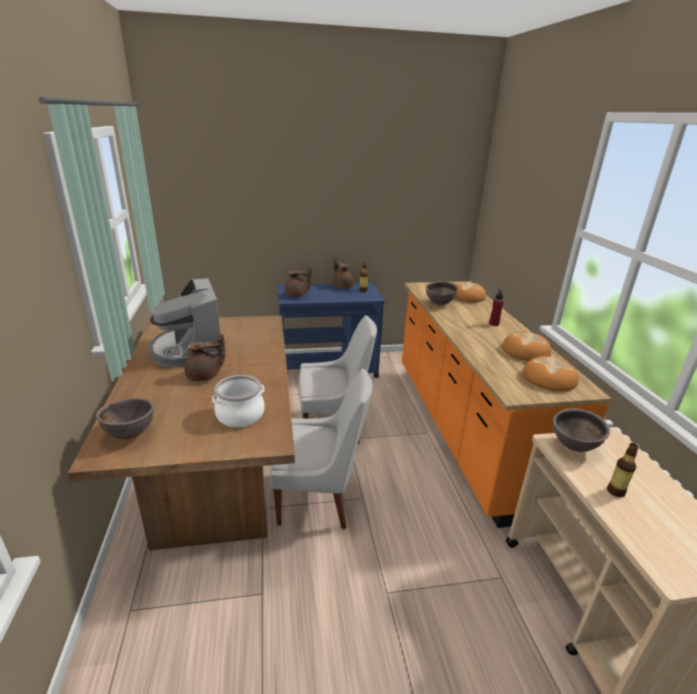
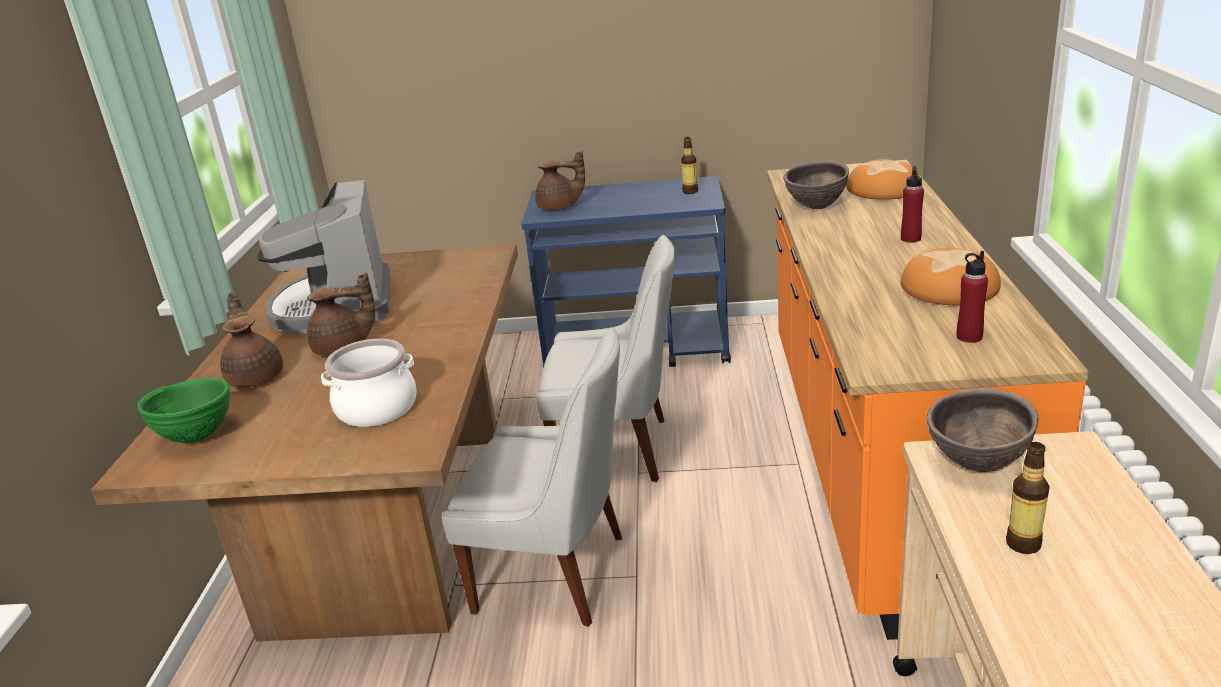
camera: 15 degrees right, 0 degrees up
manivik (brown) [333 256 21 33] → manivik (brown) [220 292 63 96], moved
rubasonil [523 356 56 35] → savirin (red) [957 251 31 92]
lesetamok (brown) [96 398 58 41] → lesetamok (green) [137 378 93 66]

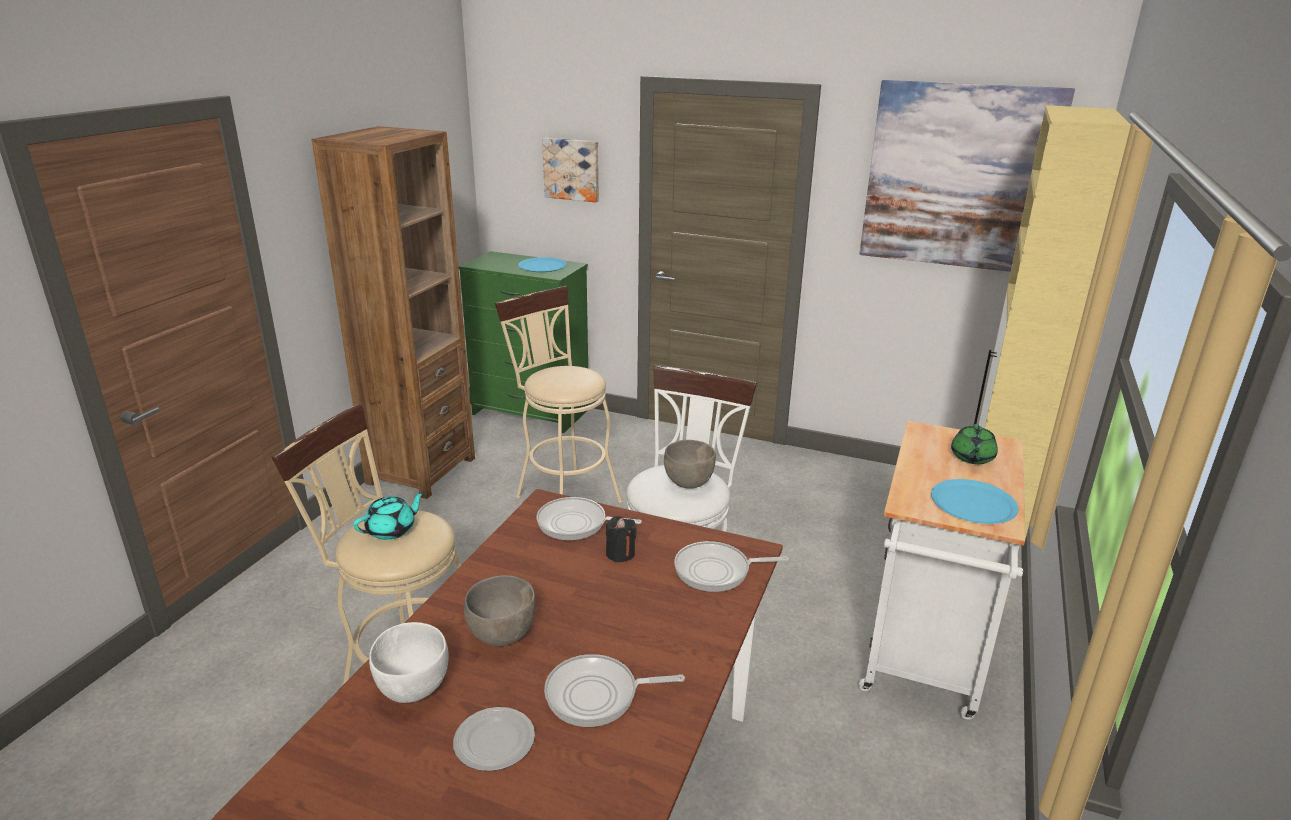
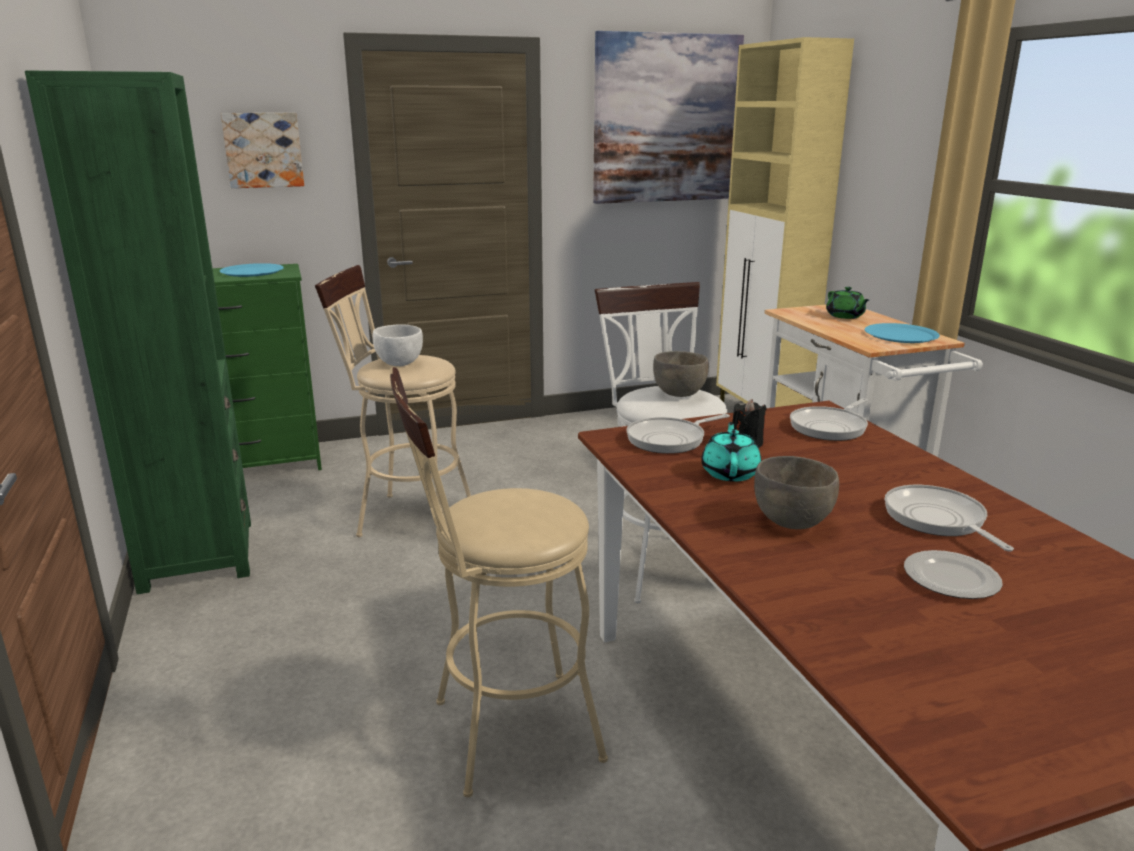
camera: 40 degrees left, 5 degrees down
manivik (turquoise) [353 492 72 48] → manivik (turquoise) [701 422 61 60], moved
lesetamok (white) [369 622 80 81] → lesetamok (white) [373 324 50 42], moved
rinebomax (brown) [312 126 163 373] → rinebomax (green) [25 71 226 523]
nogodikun [544 654 141 73] → nogodikun [885 485 129 66], 120 degrees clockwise

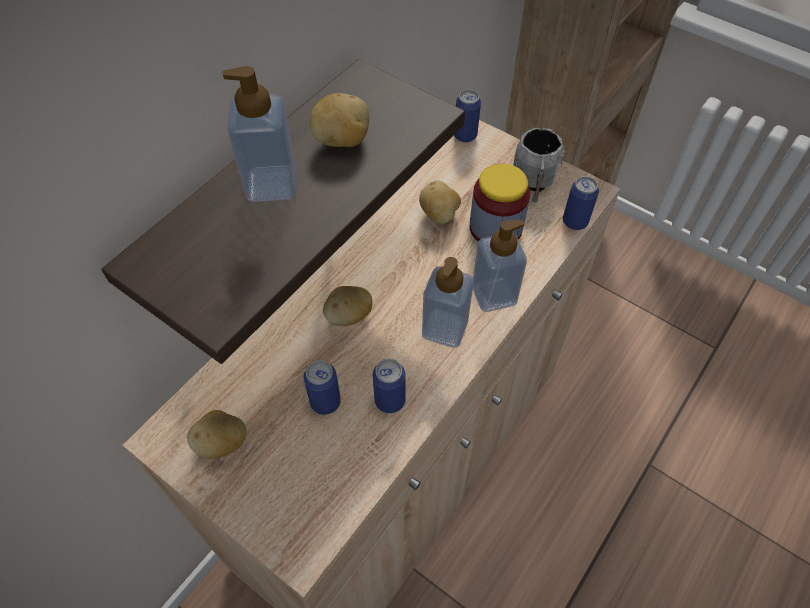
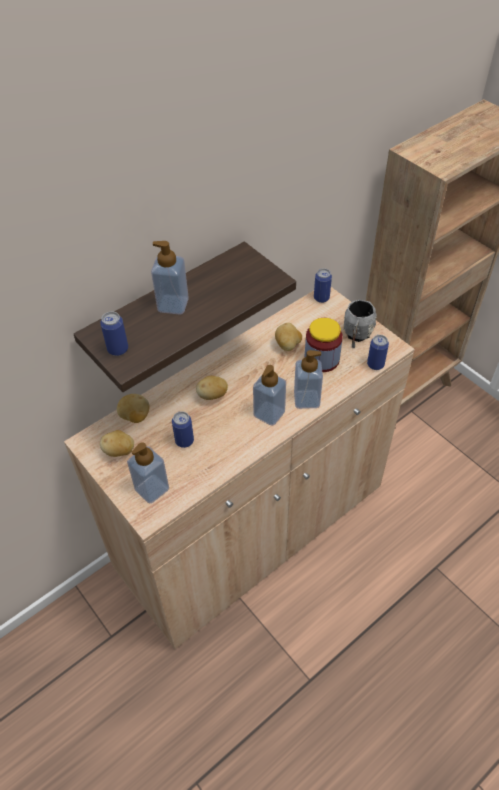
camera: 15 degrees right, 5 degrees down
- → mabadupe [127 442 42 61]
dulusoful [310 93 59 54] → dulusoful [117 394 32 29], moved
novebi [373 359 32 54] → novebi [100 312 28 44], moved

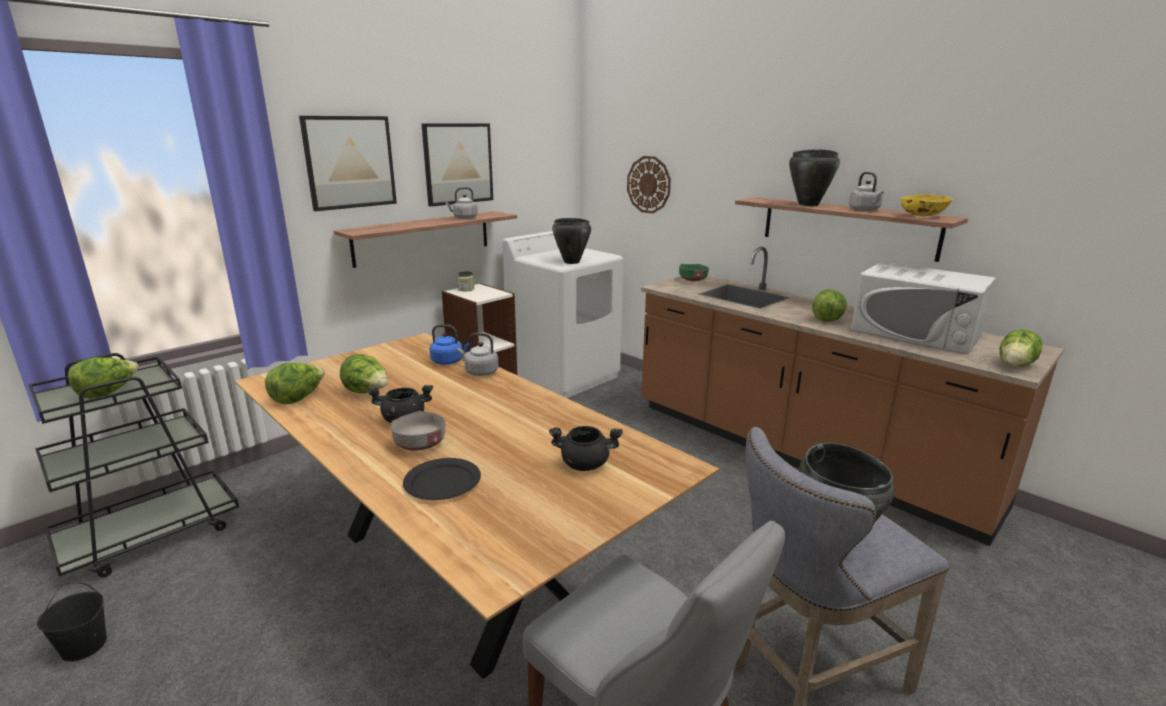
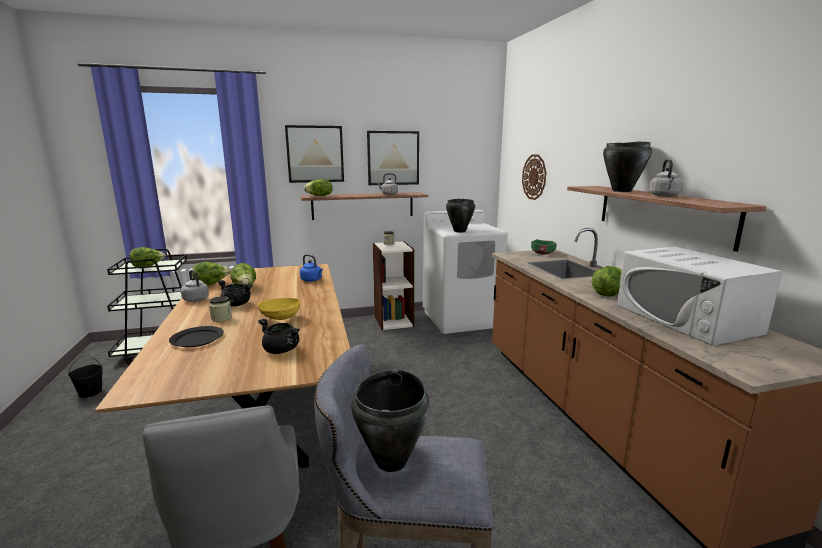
camera: 30 degrees right, 5 degrees down
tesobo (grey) [458 333 41 43] → tesobo (grey) [181 270 28 32], moved
lesetamok (yellow) [901 194 52 22] → lesetamok (yellow) [258 298 42 22], moved
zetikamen [999 329 44 37] → zetikamen [304 179 29 17], moved
lesetamok (grey) [391 411 54 40] → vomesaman [209 296 23 26]

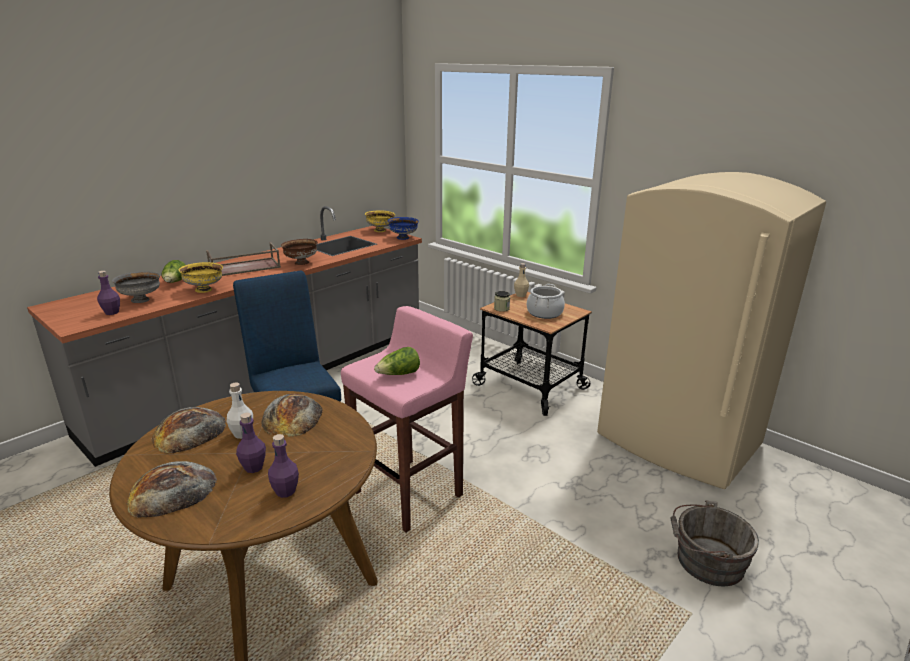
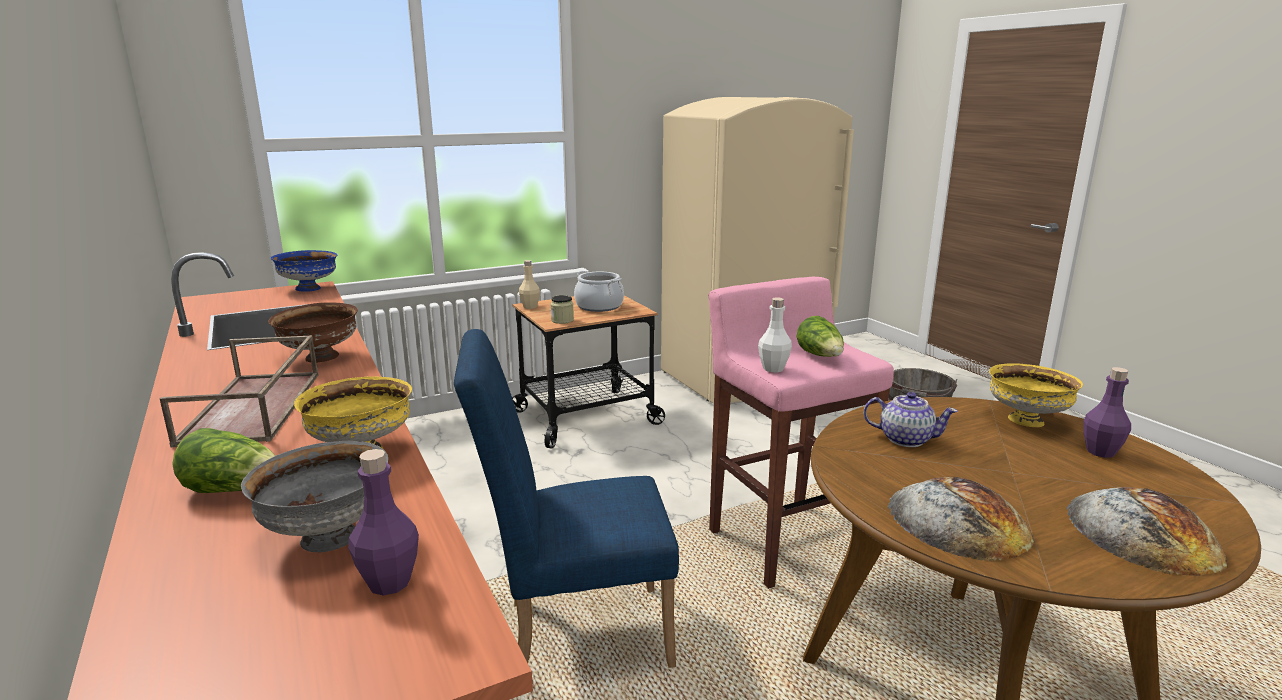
camera: 70 degrees left, 5 degrees down
savirin (purple) [236 412 30 61] → -
savirin (white) [227 382 26 57] → savirin (white) [758 298 34 74], moved
lesetamok (yellow) [365 211 30 21] → lesetamok (yellow) [989 364 94 63], moved
rubasonil [261 394 62 43] → manivik [863 392 95 55]

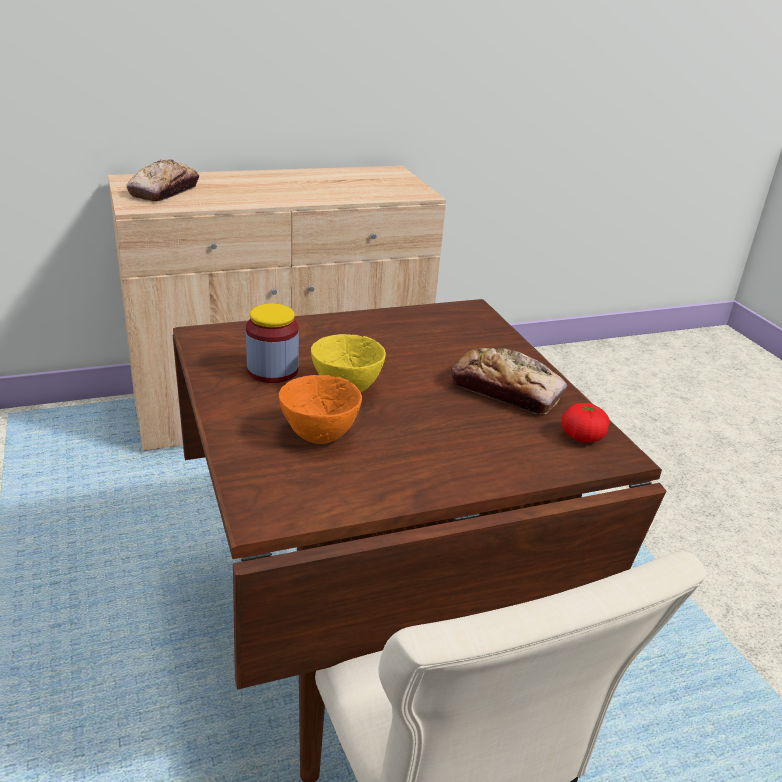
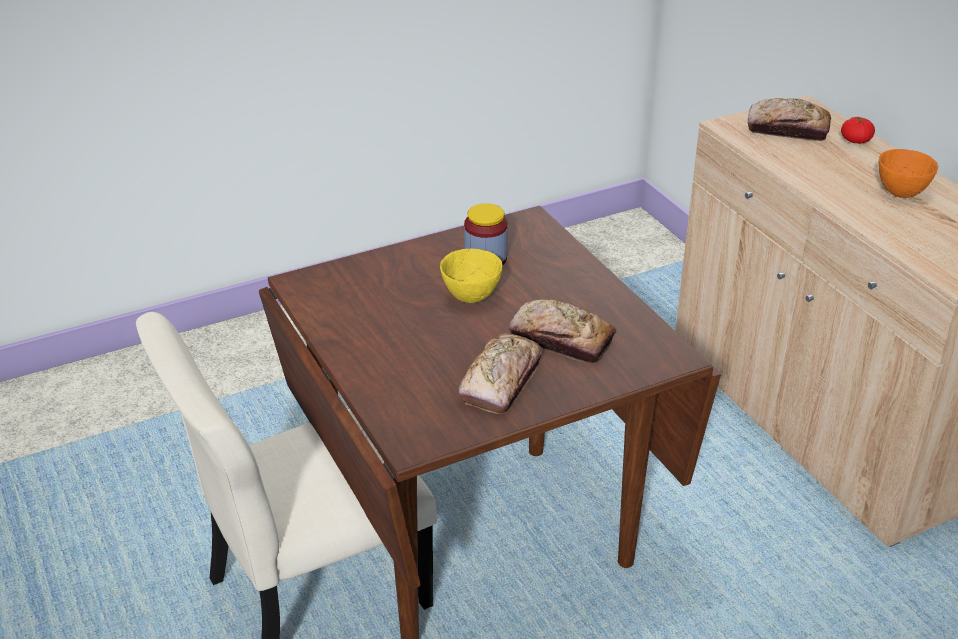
camera: 85 degrees right, 5 degrees up
- → rubasonil [509 299 107 64]
lesetamok (orange) [279 375 83 69] → lesetamok (orange) [879 149 59 49], moved
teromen [562 403 47 40] → teromen [841 117 34 27], moved

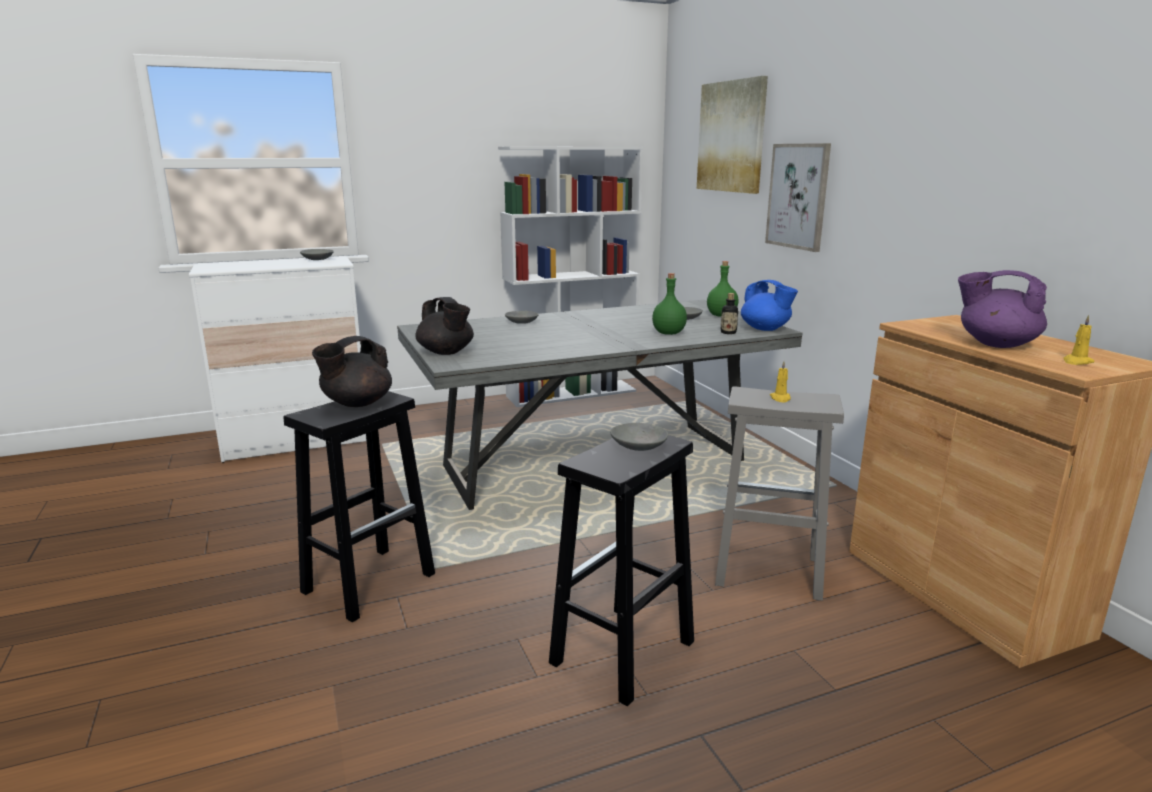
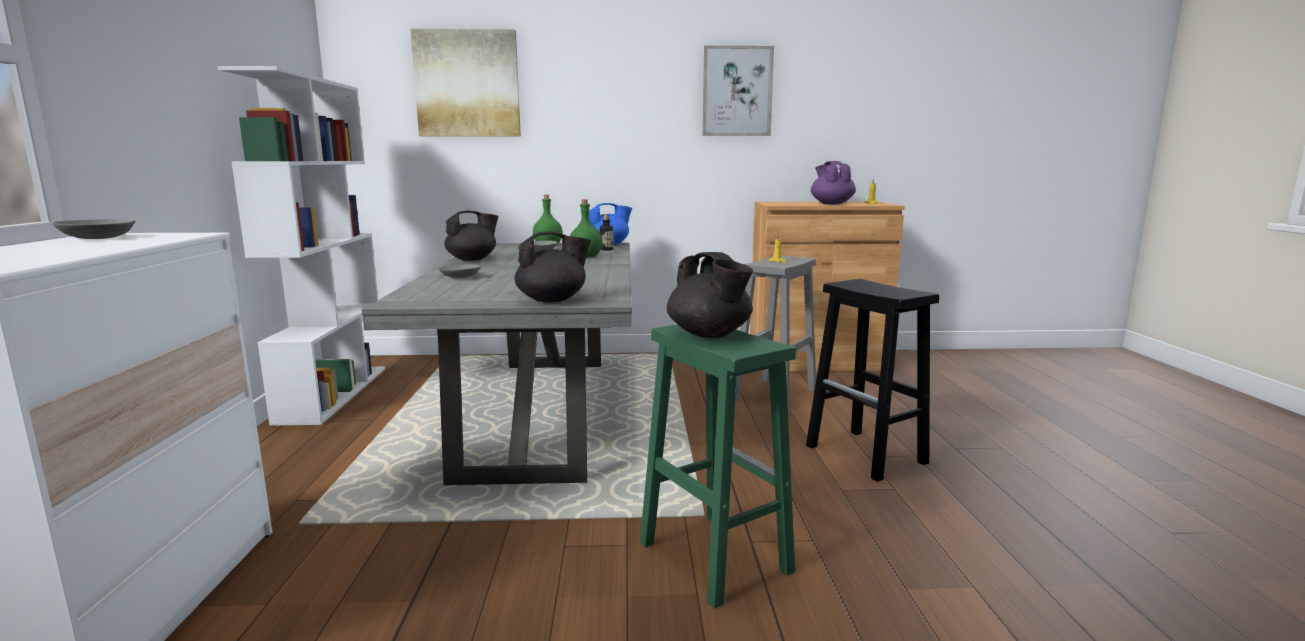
camera: 70 degrees left, 5 degrees down
lesetamok (grey) [610 423 58 28] → -
- → manivik (black) [444 211 54 50]
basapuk [765 143 66 109] → basapuk [703 46 71 90], moved
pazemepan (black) [283 391 152 231] → pazemepan (green) [640 324 156 285]
manivik (purple) [958 270 89 78] → manivik (purple) [811 161 45 44], 120 degrees clockwise

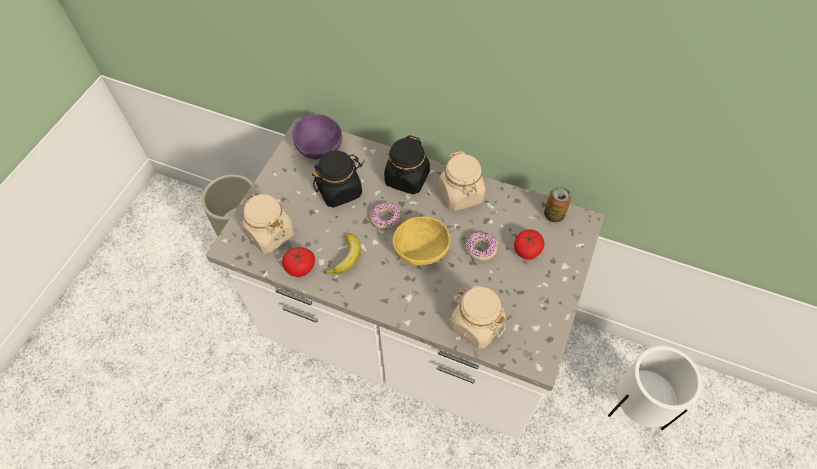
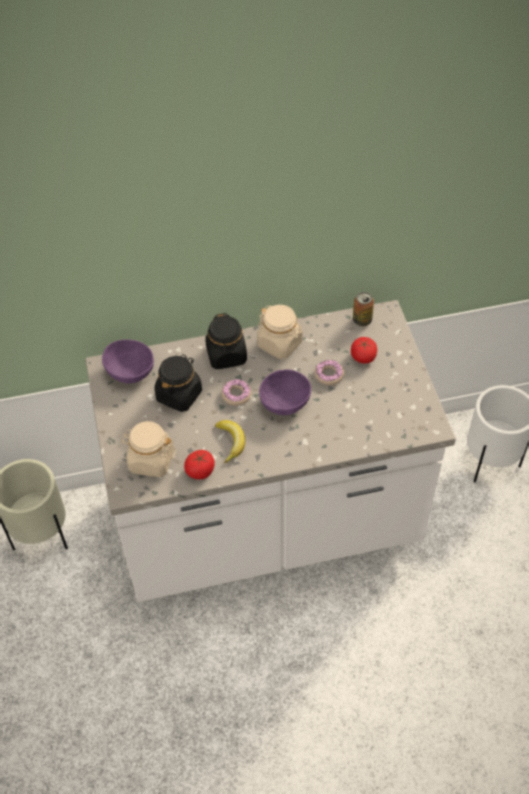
camera: 35 degrees left, 5 degrees down
vomesaman (beige) [450 287 56 62] → -
lesetamok (yellow) [392 216 58 50] → lesetamok (purple) [259 369 52 46]

